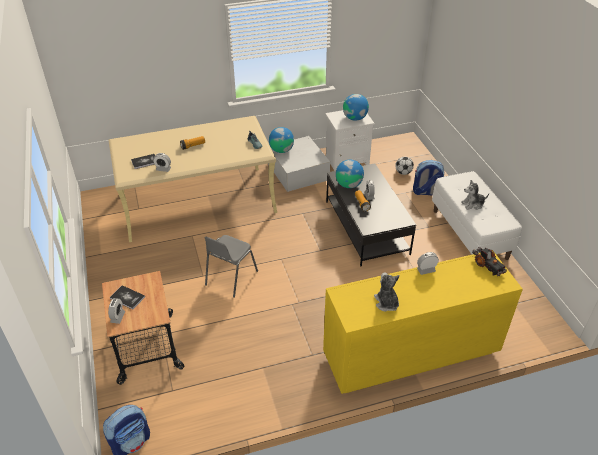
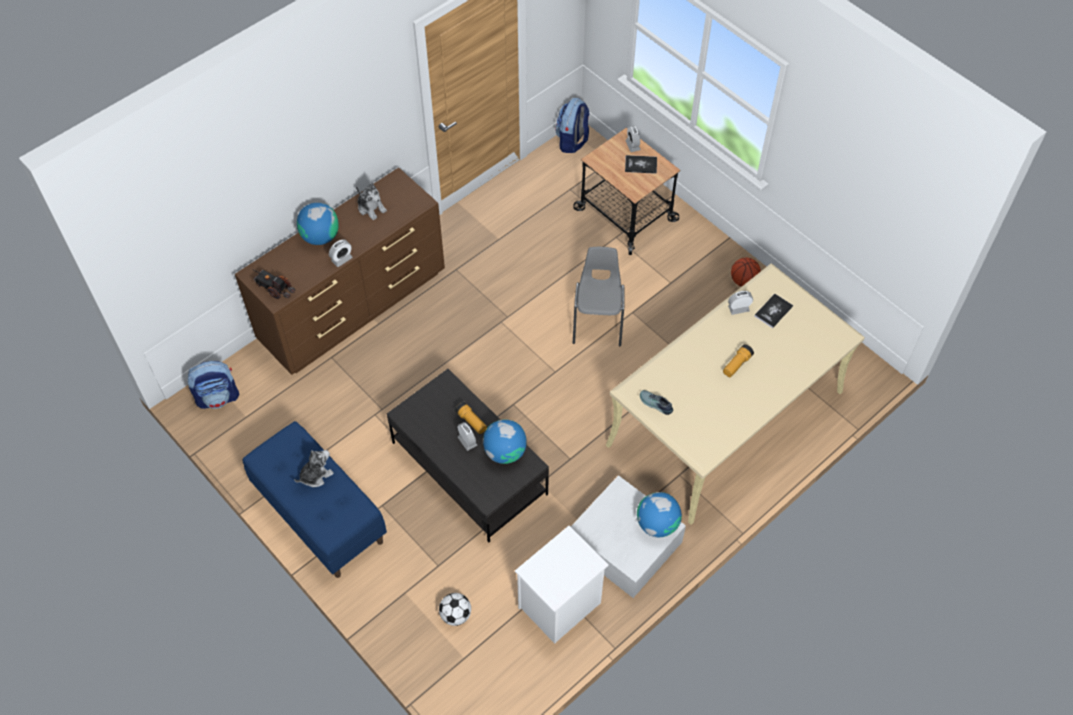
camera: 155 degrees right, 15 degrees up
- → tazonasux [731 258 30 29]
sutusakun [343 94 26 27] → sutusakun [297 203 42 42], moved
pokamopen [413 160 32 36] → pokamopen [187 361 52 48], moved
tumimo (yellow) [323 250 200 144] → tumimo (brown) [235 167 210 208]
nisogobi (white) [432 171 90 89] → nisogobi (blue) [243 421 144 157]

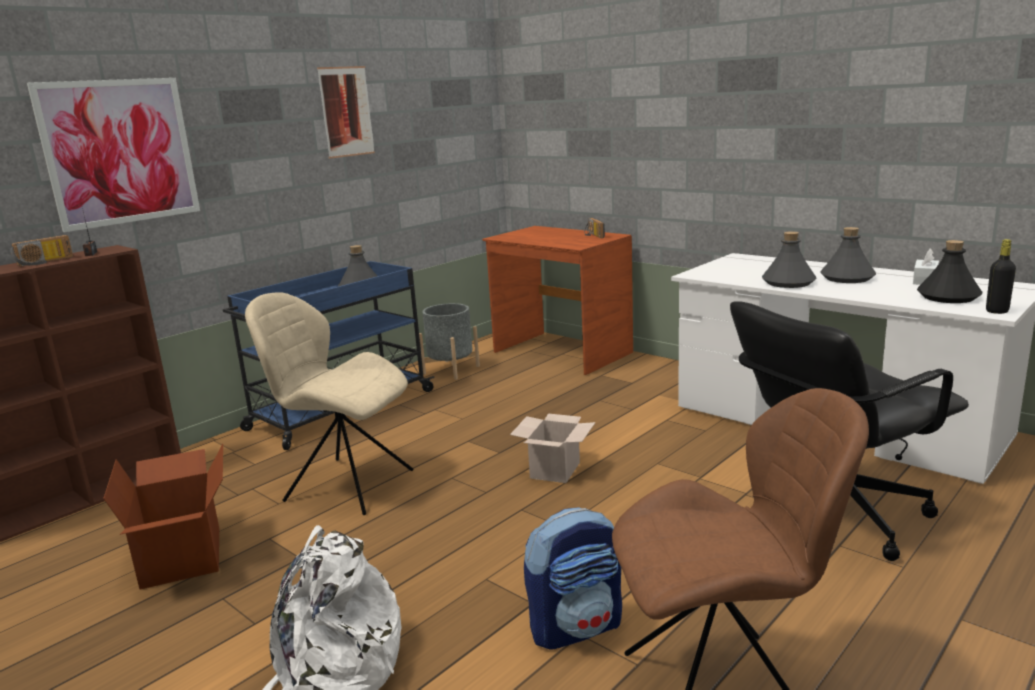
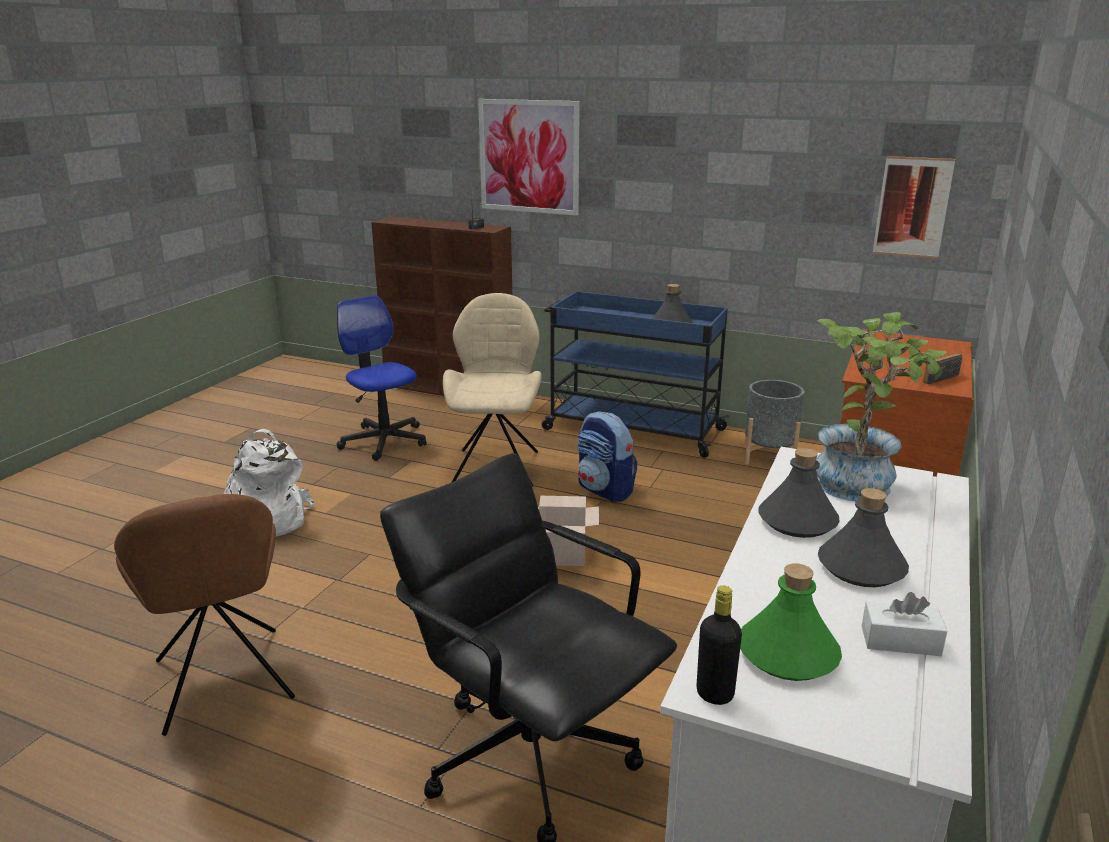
camera: 70 degrees right, 5 degrees up
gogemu [10 235 63 31] → -
- → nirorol [816 312 130 189]
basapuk [317 66 58 93] → basapuk [873 156 82 102], moved
pokamopen [524 507 98 143] → pokamopen [578 412 59 90], moved
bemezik [103 444 120 145] → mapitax [336 295 91 166]
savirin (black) [917 240 65 63] → savirin (green) [740 563 102 118]

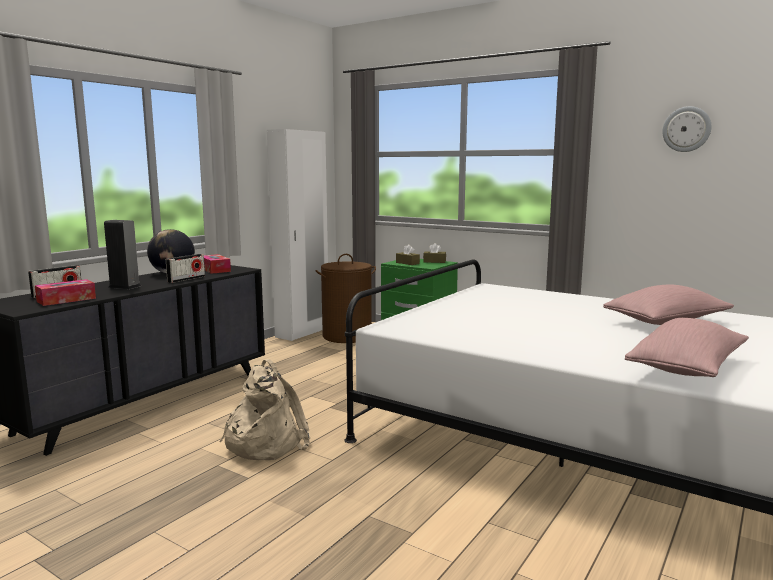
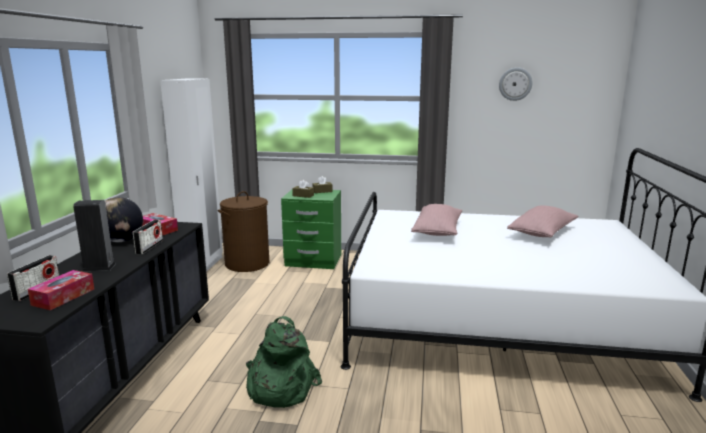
camera: 25 degrees left, 5 degrees up
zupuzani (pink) [625 318 124 59] → zupuzani (pink) [411 204 51 32], moved
pokamopen (beige) [219 359 91 101] → pokamopen (green) [246 316 76 92]

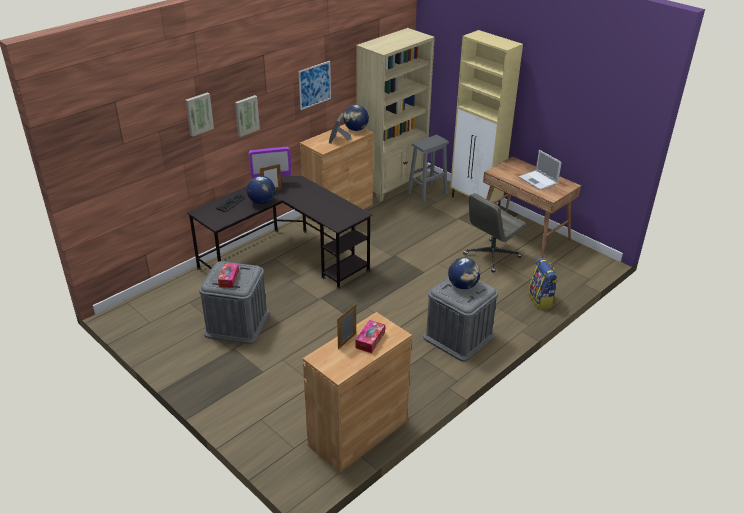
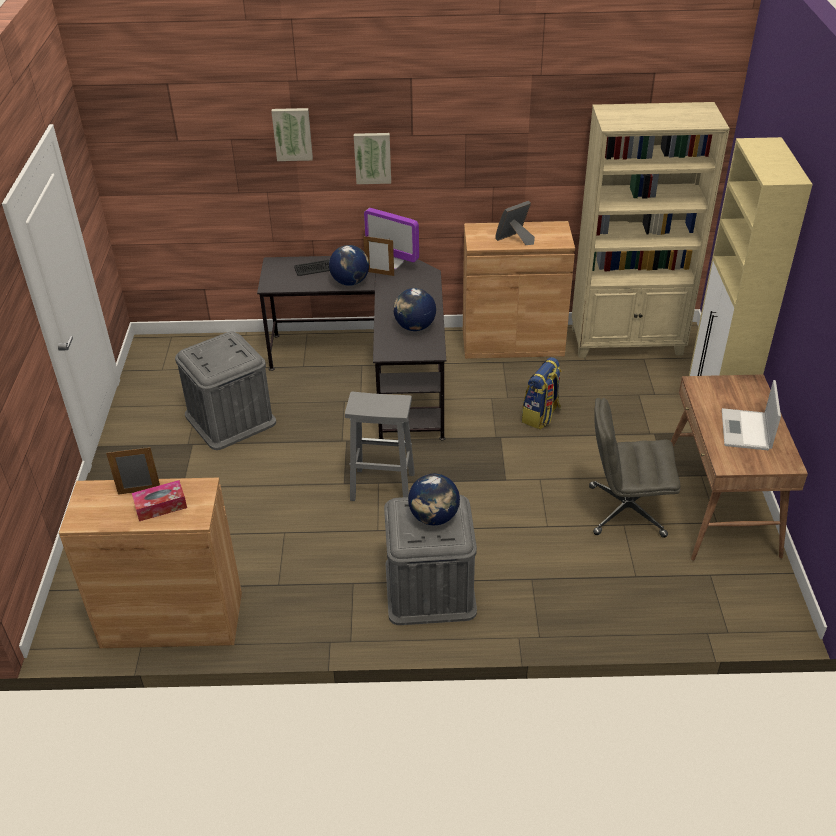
camera: 45 degrees right, 5 degrees up
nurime [218 263 21 25] → -
basapuk [299 61 32 49] → -
sutusakun [343 105 26 26] → sutusakun [393 288 43 43], moved
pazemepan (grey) [407 135 42 69] → pazemepan (grey) [345 392 70 109], moved
pokamopen [528 258 29 51] → pokamopen [522 357 40 73], moved

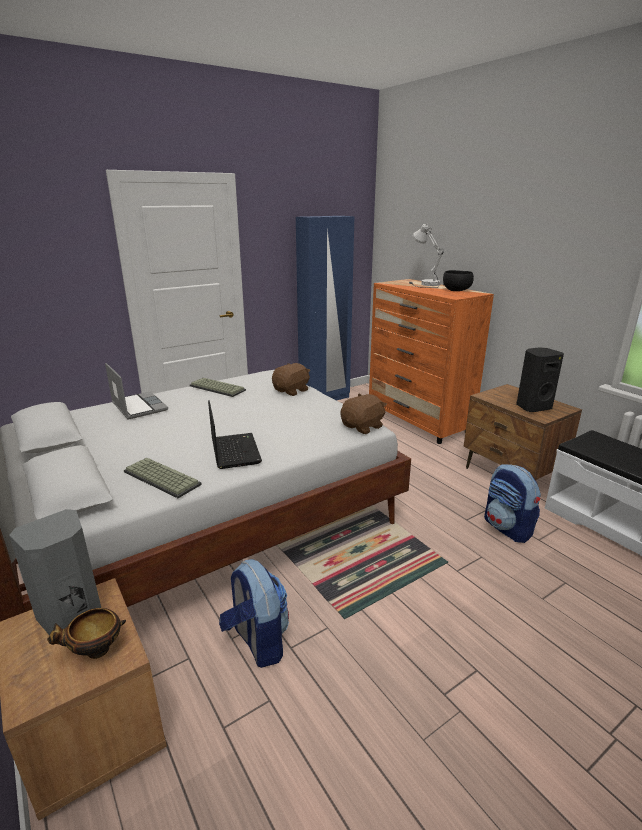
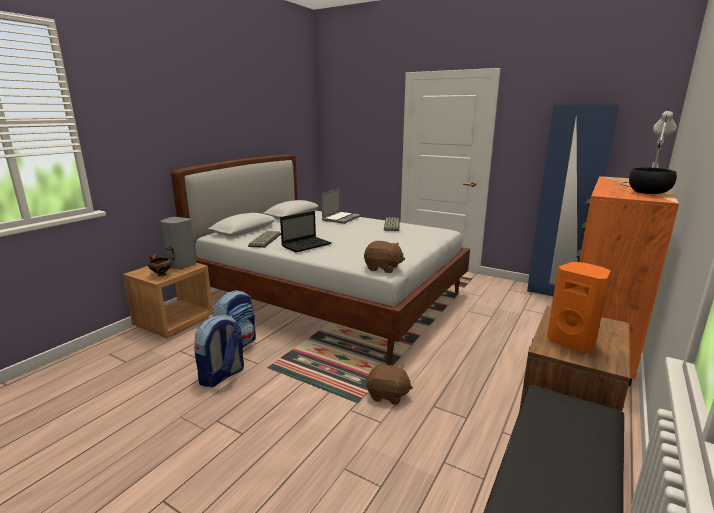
camera: 65 degrees right, 5 degrees down
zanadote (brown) [272 363 38 33] → zanadote (brown) [367 364 46 41], moved
pokamopen [484 464 57 79] → pokamopen [194 315 50 72], moved
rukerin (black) [516 347 48 65] → rukerin (orange) [547 262 64 91]

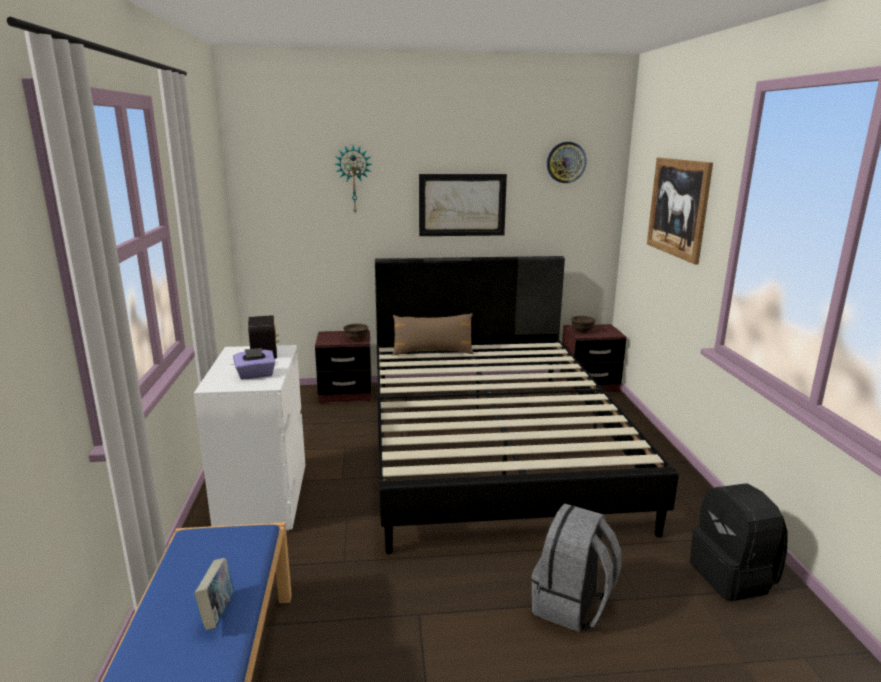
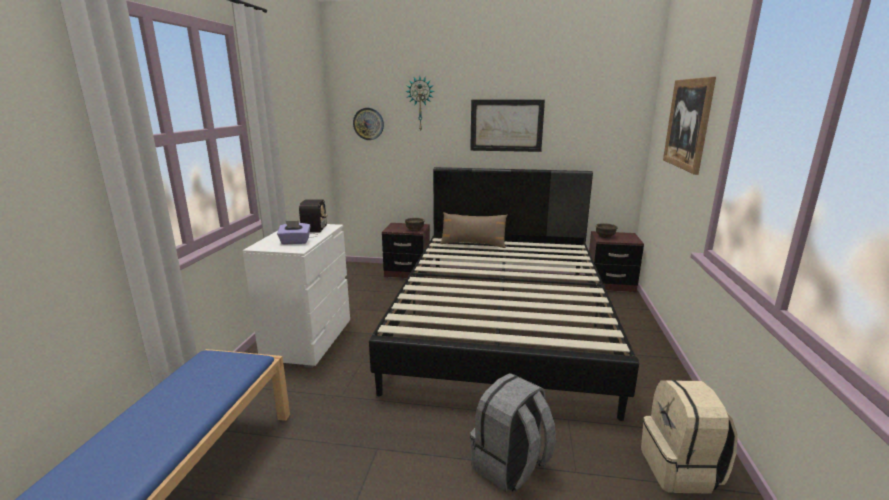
camera: 15 degrees right, 0 degrees up
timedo [194 558 40 72] → -
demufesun [547 142 40 41] → demufesun [353 108 31 32], moved
pokamopen (black) [690 483 98 118] → pokamopen (beige) [641 380 97 114]

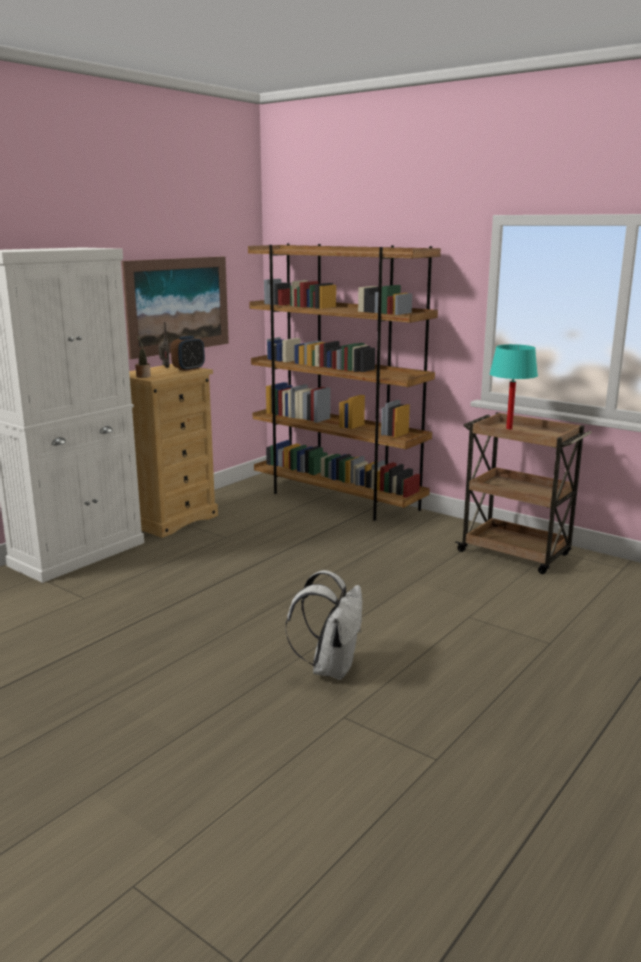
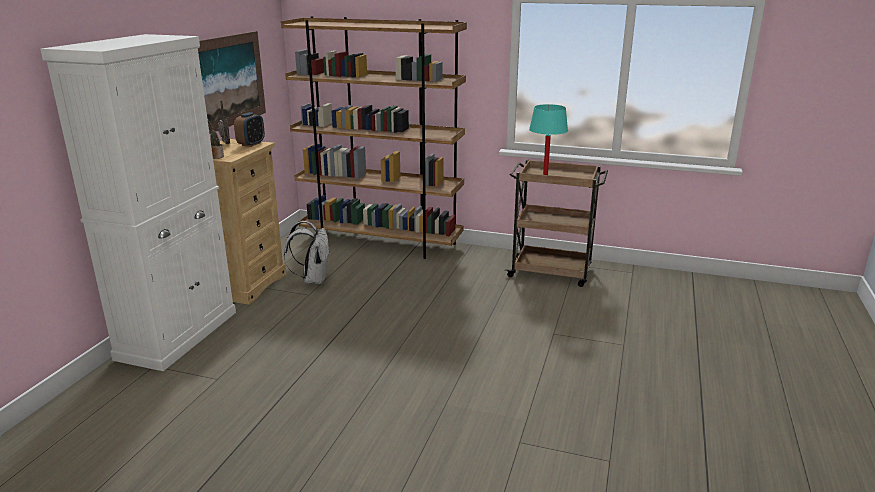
camera: 20 degrees left, 5 degrees up
pokamopen (white) [286 570 76 110] → pokamopen (white) [284 221 46 63], moved

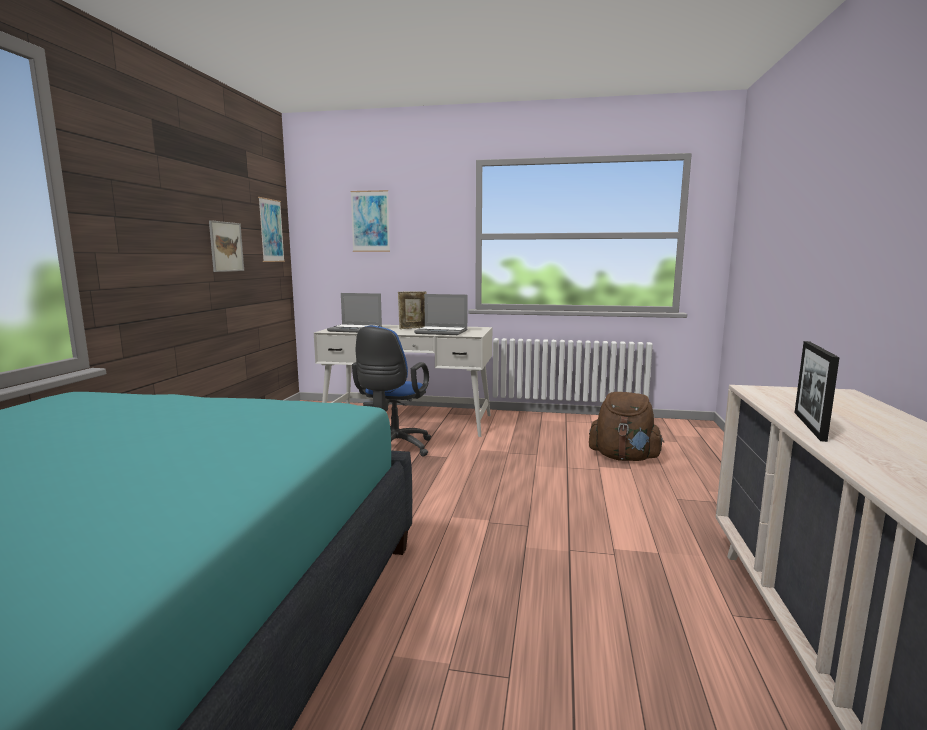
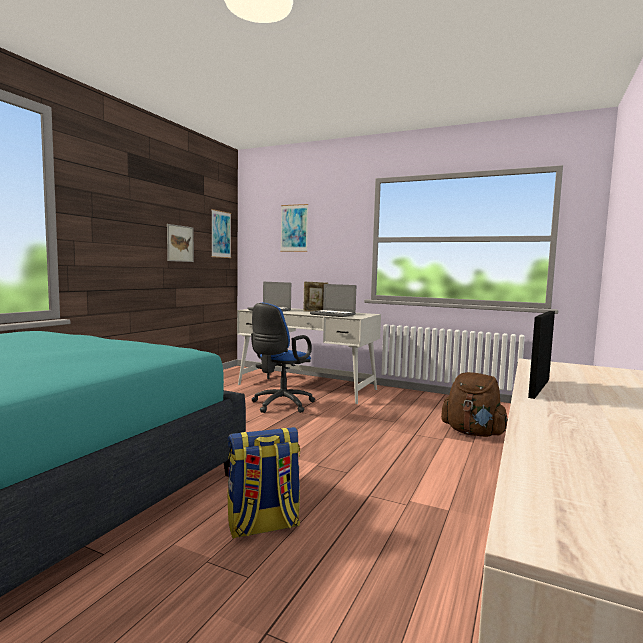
camera: 15 degrees right, 5 degrees down
- → pokamopen [228 427 72 112]

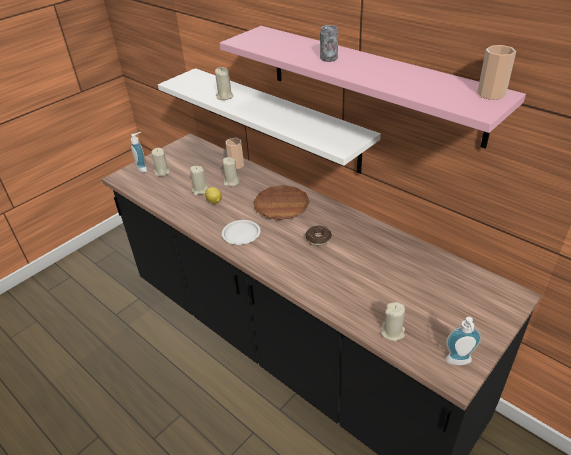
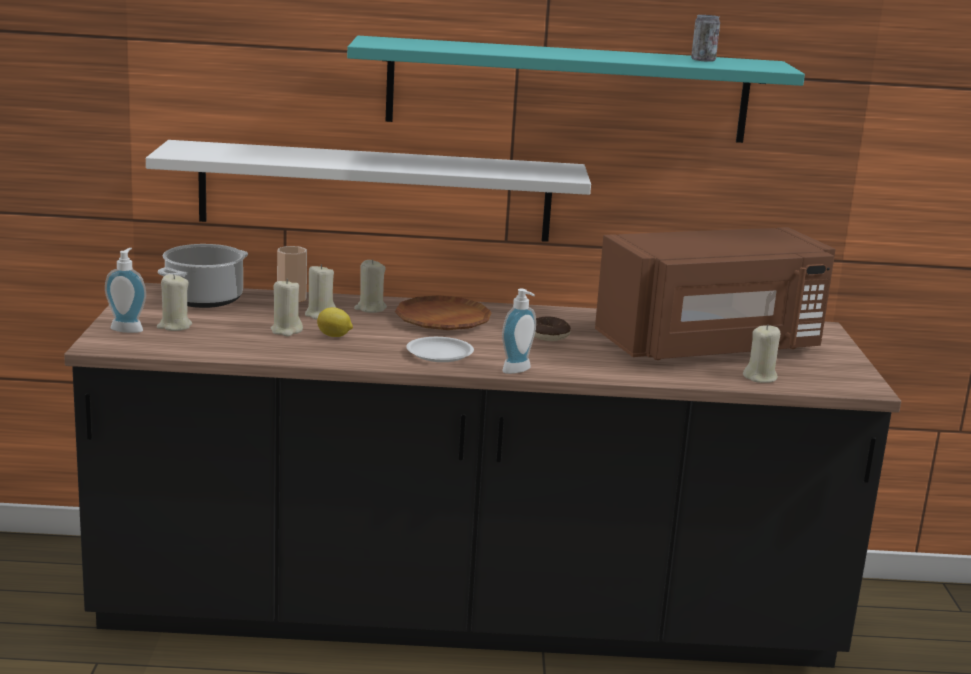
camera: 45 degrees left, 20 degrees down
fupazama [477 45 39 55] → -
- → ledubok [158 244 90 64]
- → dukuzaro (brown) [595 227 241 133]
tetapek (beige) [215 67 18 33] → tetapek (beige) [354 259 33 54], moved
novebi [320 25 18 37] → novebi [691 15 29 47], moved
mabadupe [445 317 37 48] → mabadupe [502 289 34 85], moved
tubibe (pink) [220 26 306 123] → tubibe (turquoise) [347 36 458 107]

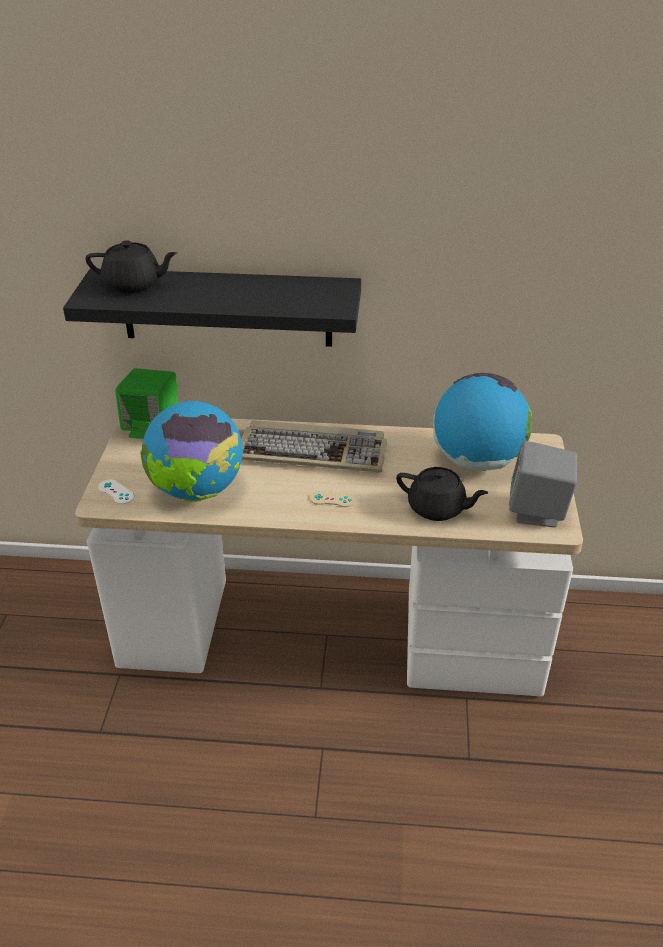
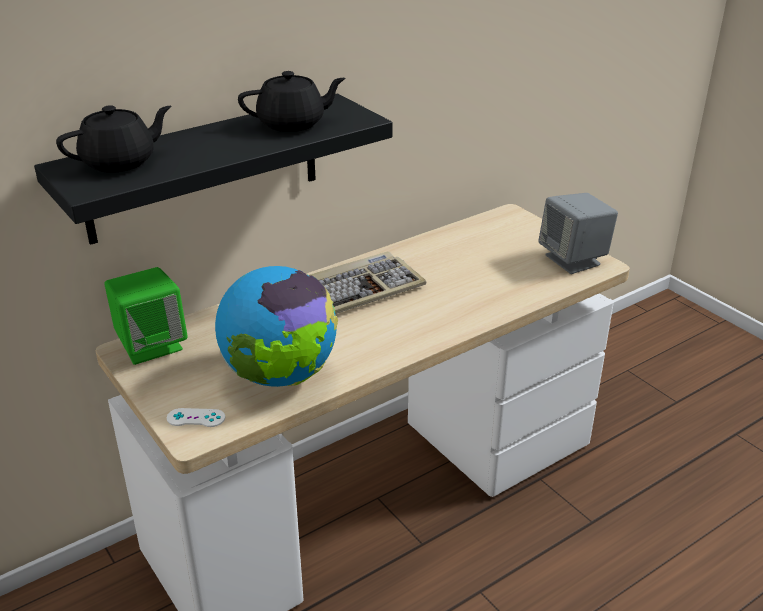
camera: 40 degrees left, 5 degrees down
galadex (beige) [309 491 46 16] → -
sutusakun [433 373 99 98] → -
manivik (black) [396 467 92 54] → manivik (black) [238 71 108 61], moved

